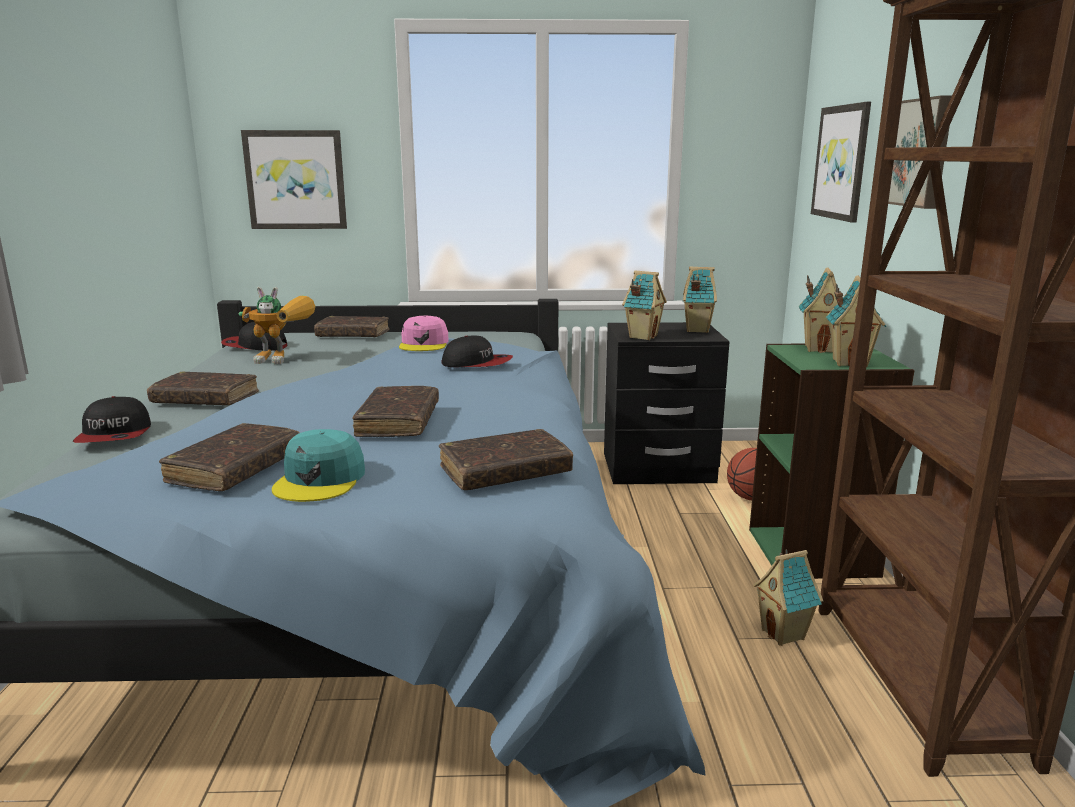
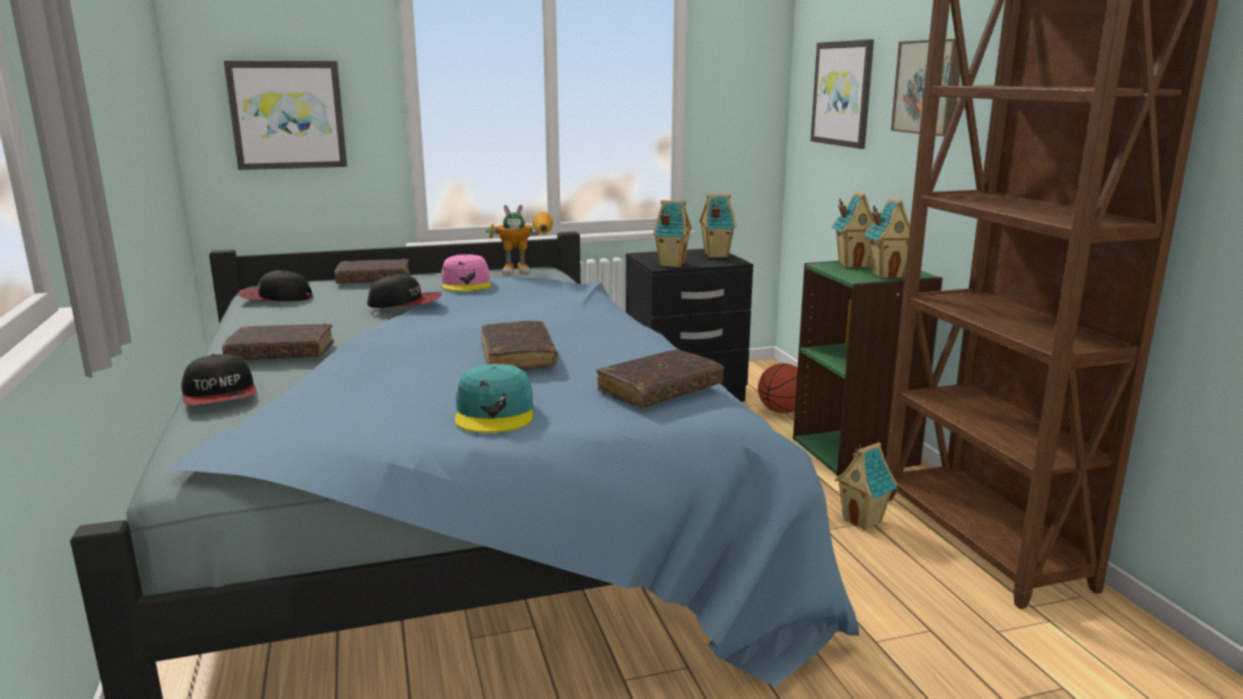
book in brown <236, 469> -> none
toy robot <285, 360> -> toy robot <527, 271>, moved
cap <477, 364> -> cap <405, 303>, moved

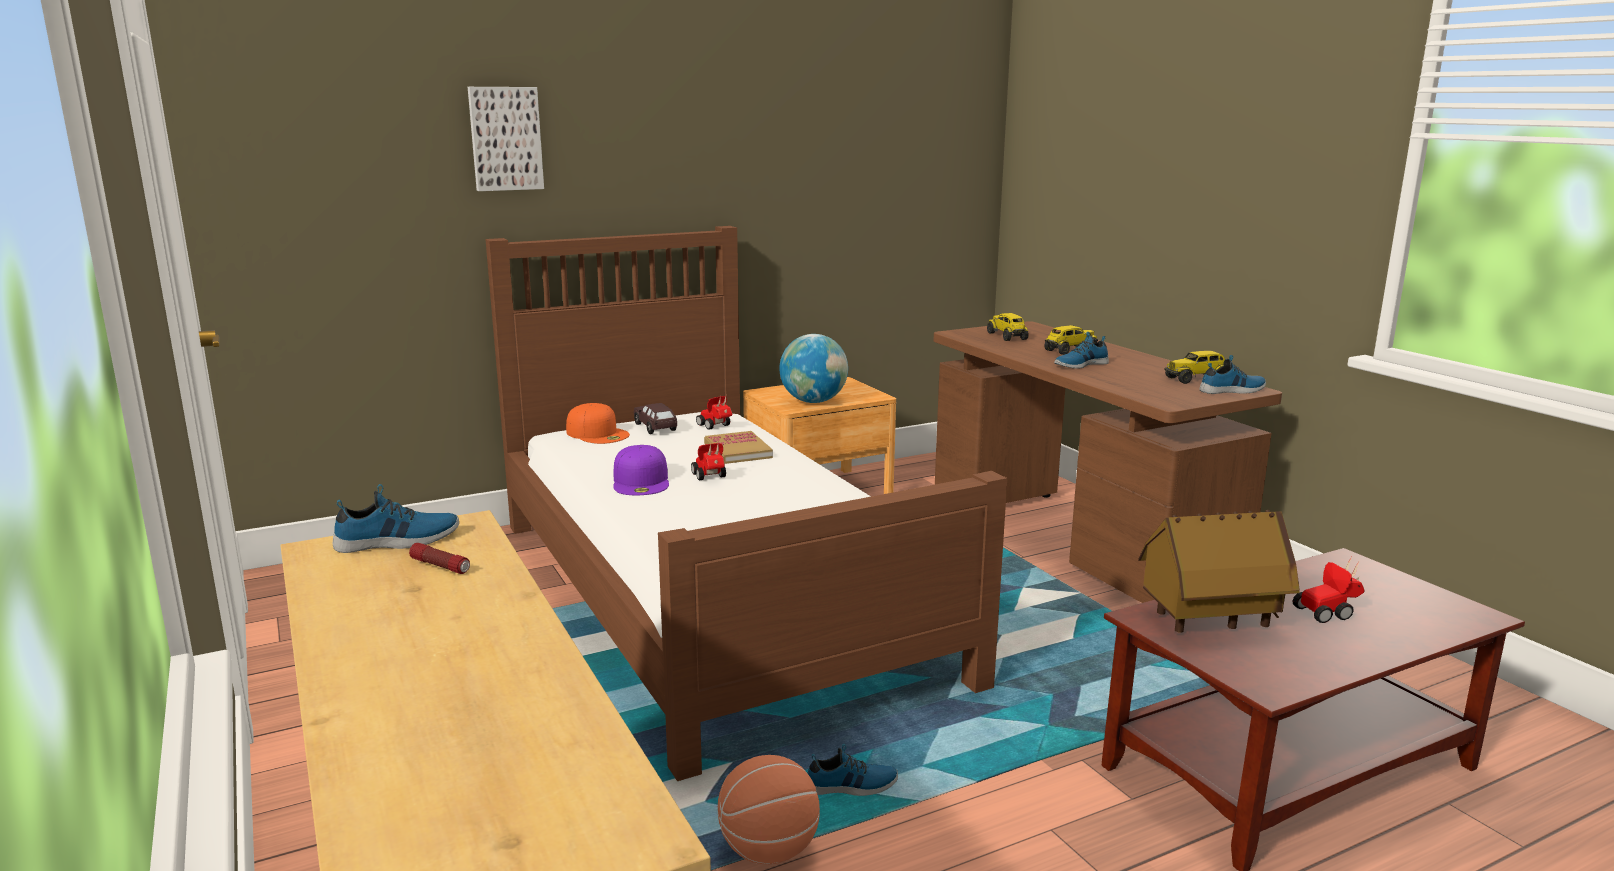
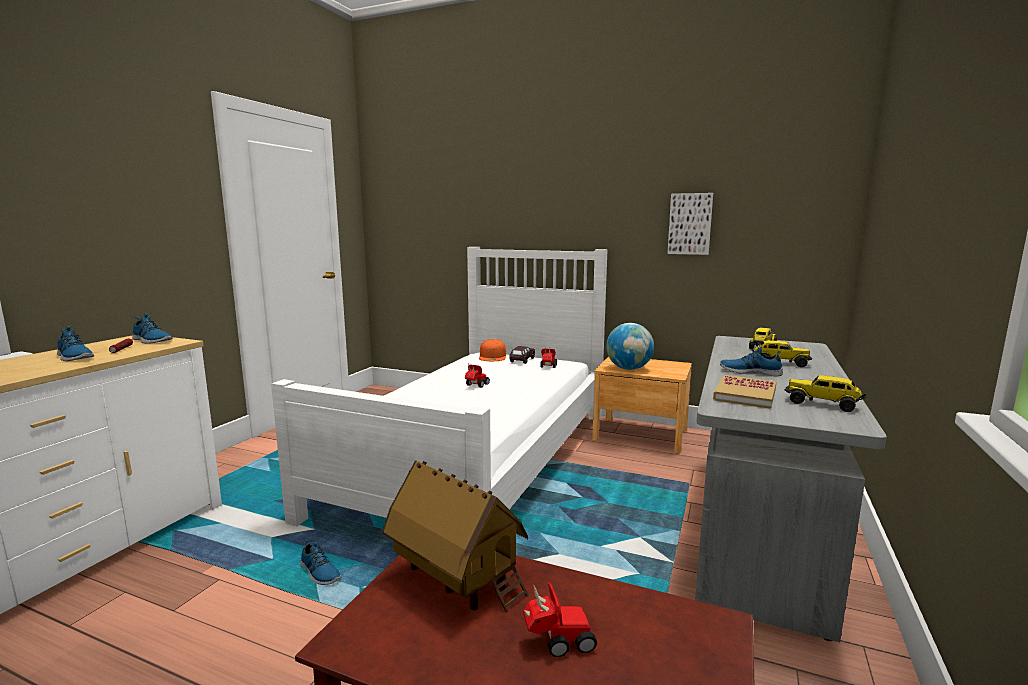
cap in purple <642, 481> -> none
basketball <768, 850> -> none
picture <505, 138> -> picture <690, 224>, moved
book <737, 451> -> book <745, 394>, moved
shoe <1233, 390> -> shoe <74, 357>, moved
bed in brown <713, 594> -> bed in white <478, 458>
desk in brown <1074, 536> -> desk in grey <759, 528>
toy car <1328, 612> -> toy car <557, 640>, 135 degrees clockwise

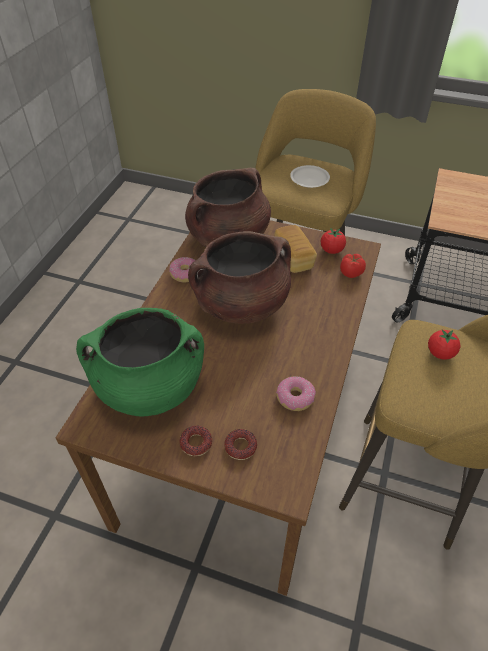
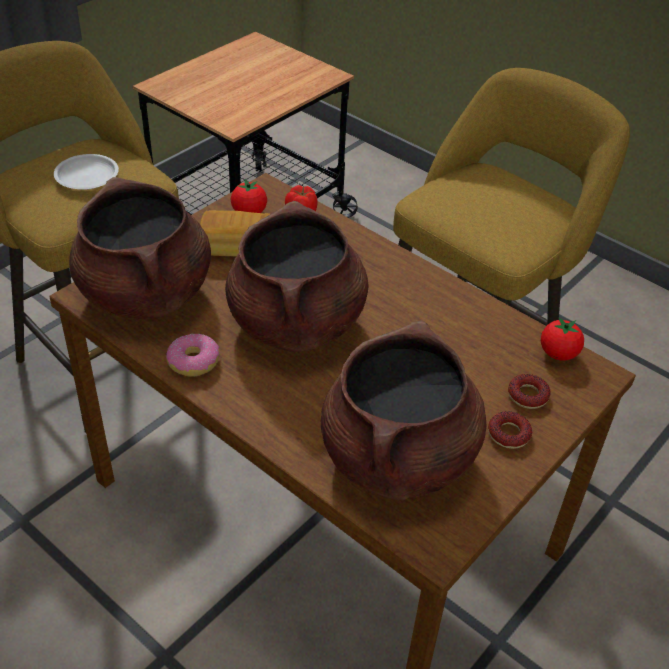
donut <295, 398> -> none
tomato <440, 353> -> tomato <558, 353>, moved
cooking pot in green <150, 387> -> cooking pot in brown <398, 457>

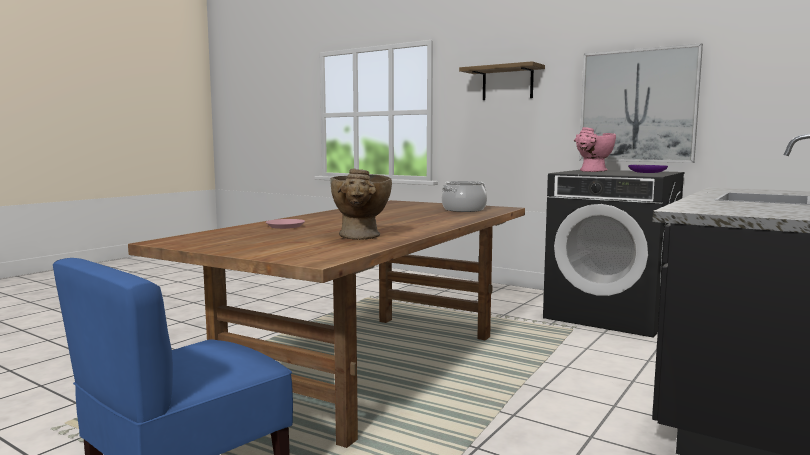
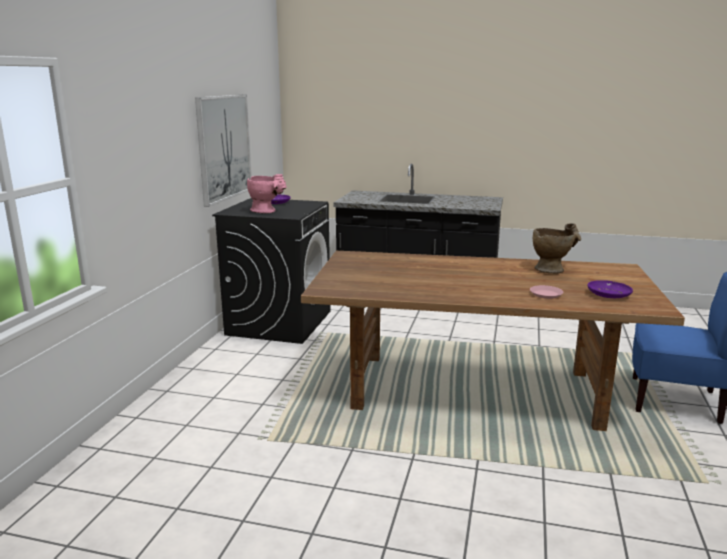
cooking pot <464, 210> -> none
shelf <507, 83> -> none
none -> plate in purple <608, 294>

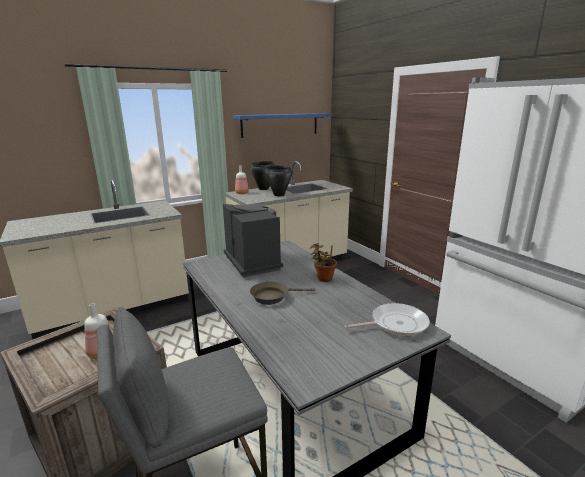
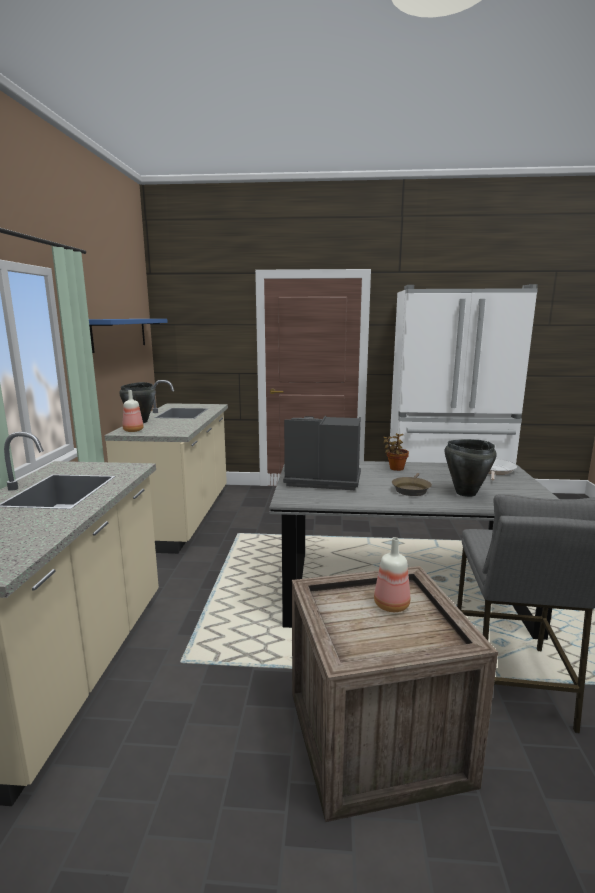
cooking pot in black <279, 195> -> cooking pot in black <465, 493>, moved

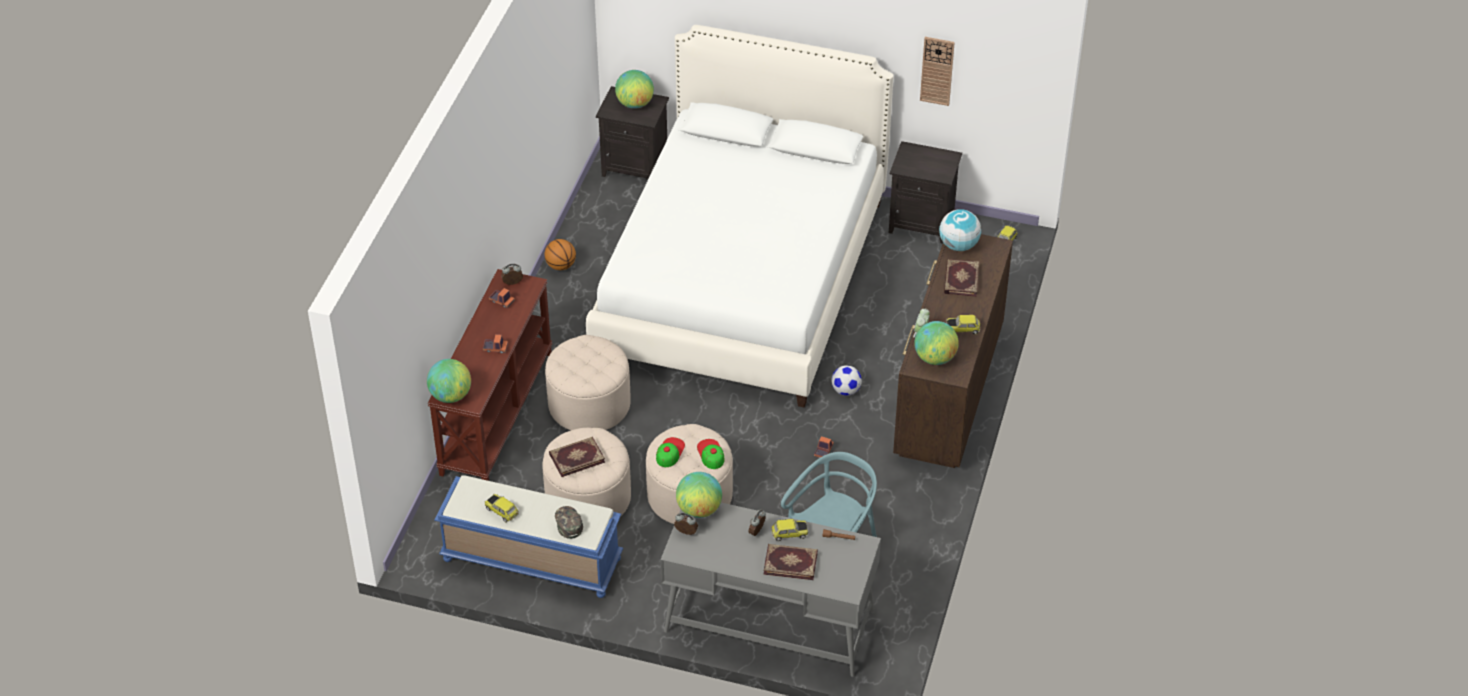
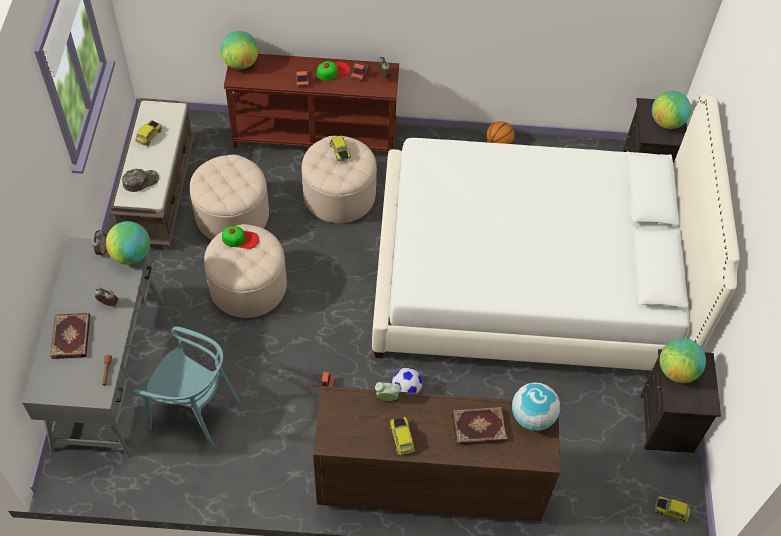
book <576, 457> -> none
wall clock <937, 70> -> none
cap <710, 454> -> cap <333, 71>, moved
toy car <789, 533> -> toy car <339, 151>, moved
globe <935, 358> -> globe <677, 371>, moved
bench in blue <530, 560> -> bench in brown <159, 191>

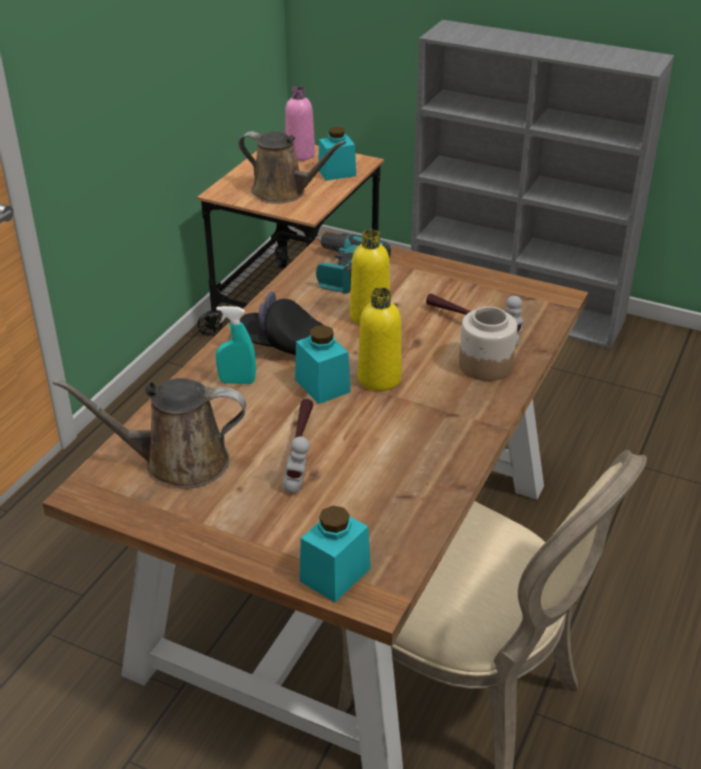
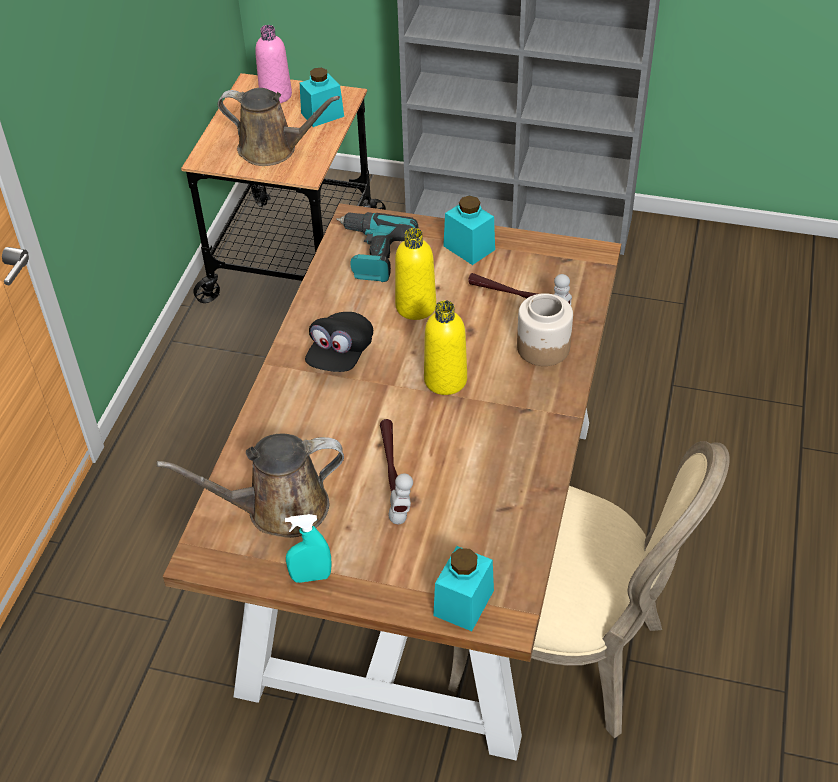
spray bottle in turquoise <237, 381> -> spray bottle in turquoise <311, 577>, moved
jar in turquoise <322, 386> -> jar in turquoise <469, 248>, moved
cap in black <283, 345> -> cap in black <340, 355>, 75 degrees counterclockwise

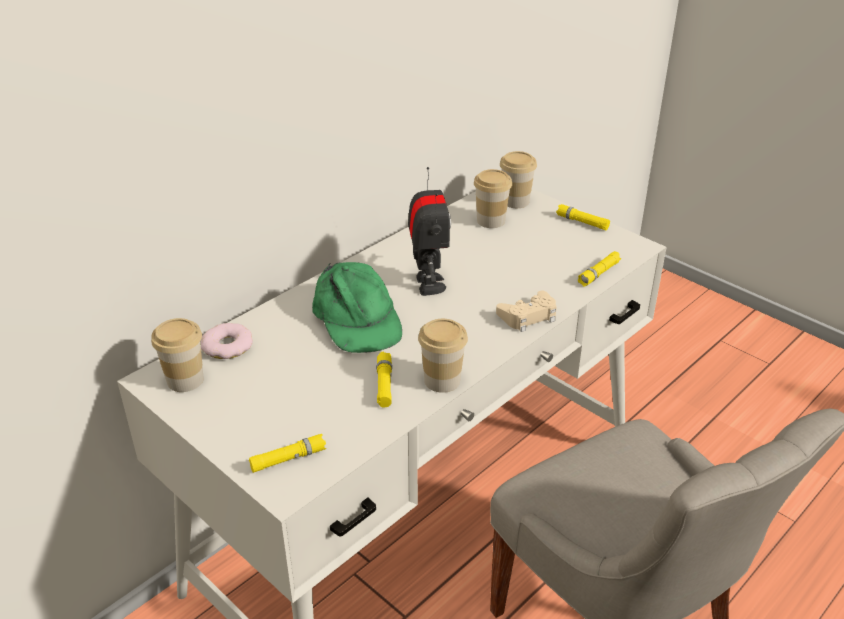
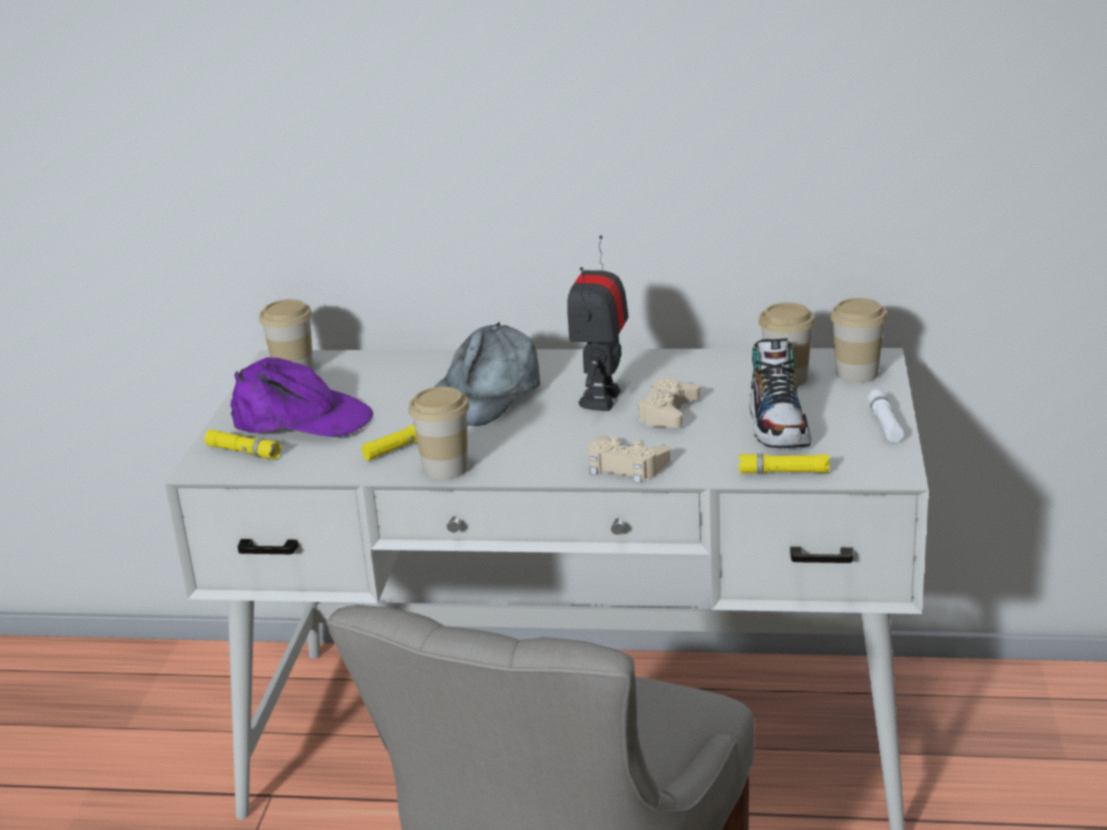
donut <228, 346> -> none
none -> cap in purple <301, 419>
none -> game controller in beige <668, 413>
none -> shoe <778, 425>
cap in green <356, 319> -> cap in grey <485, 394>
flashlight in yellow <582, 222> -> flashlight in white <884, 423>
toy robot <429, 284> -> toy robot <601, 399>, 150 degrees clockwise

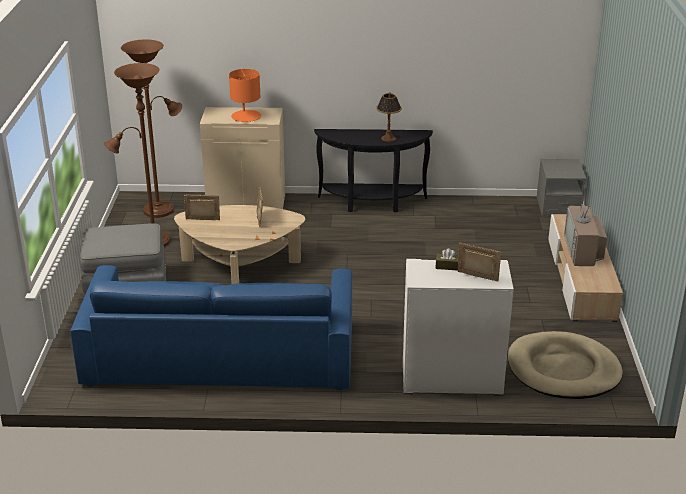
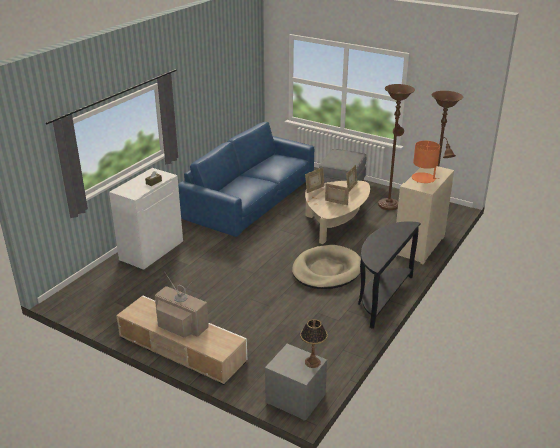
table lamp <388, 138> -> table lamp <312, 362>, moved
picture frame <477, 278> -> picture frame <314, 189>, moved
dog bed in beige <563, 370> -> dog bed in beige <326, 270>, moved

